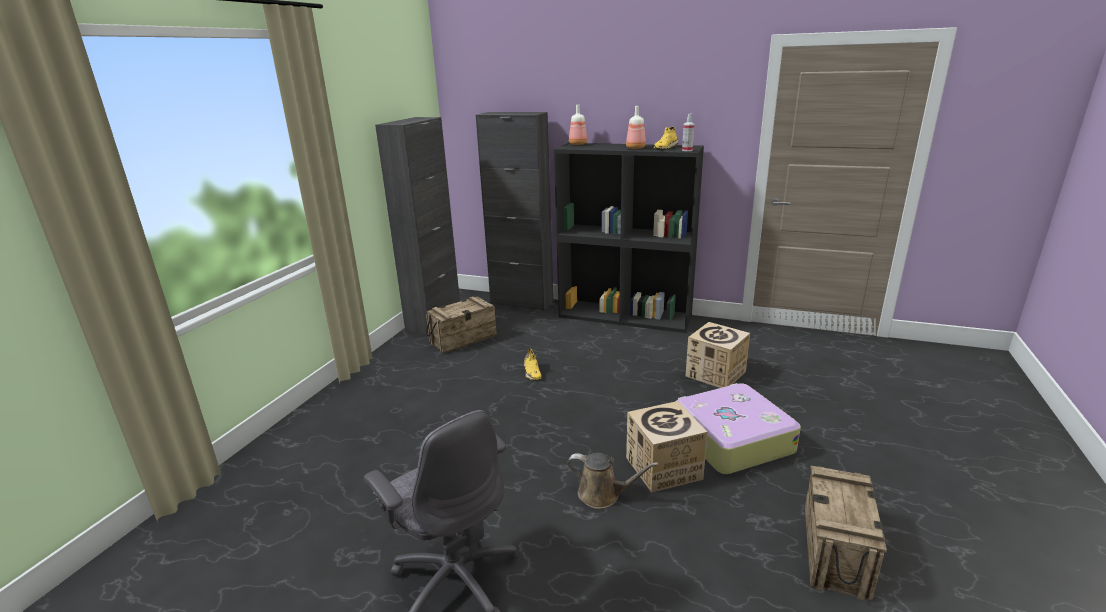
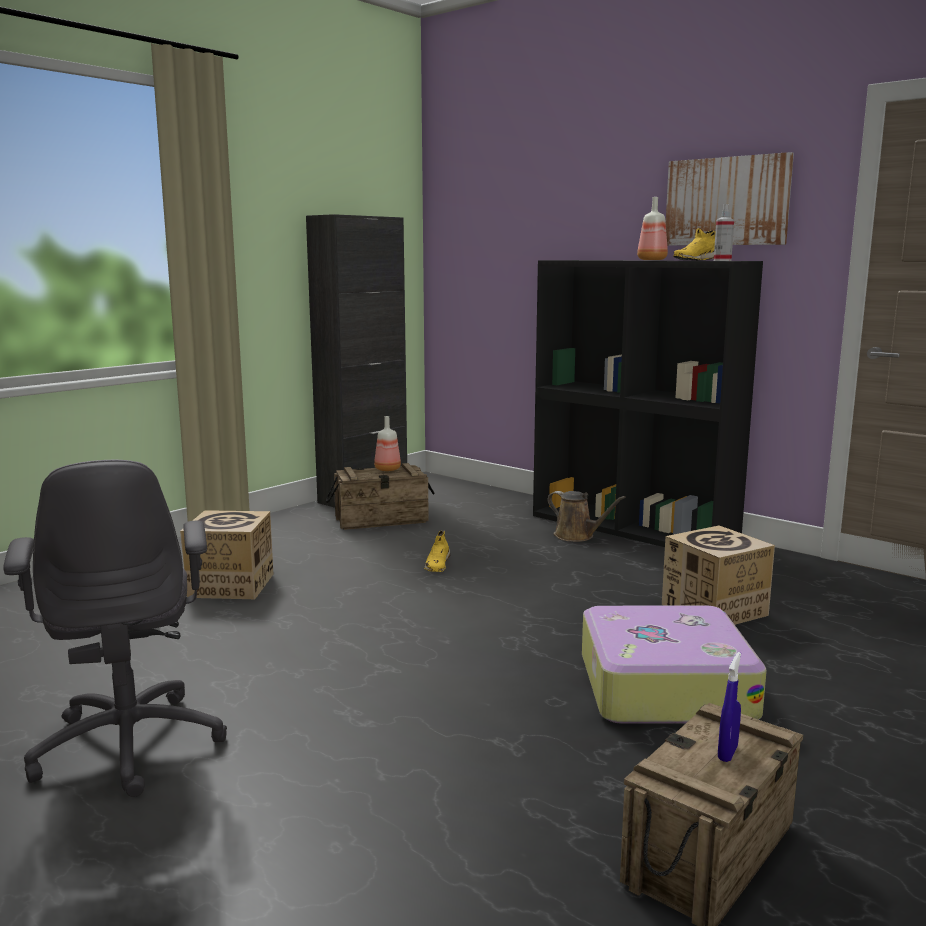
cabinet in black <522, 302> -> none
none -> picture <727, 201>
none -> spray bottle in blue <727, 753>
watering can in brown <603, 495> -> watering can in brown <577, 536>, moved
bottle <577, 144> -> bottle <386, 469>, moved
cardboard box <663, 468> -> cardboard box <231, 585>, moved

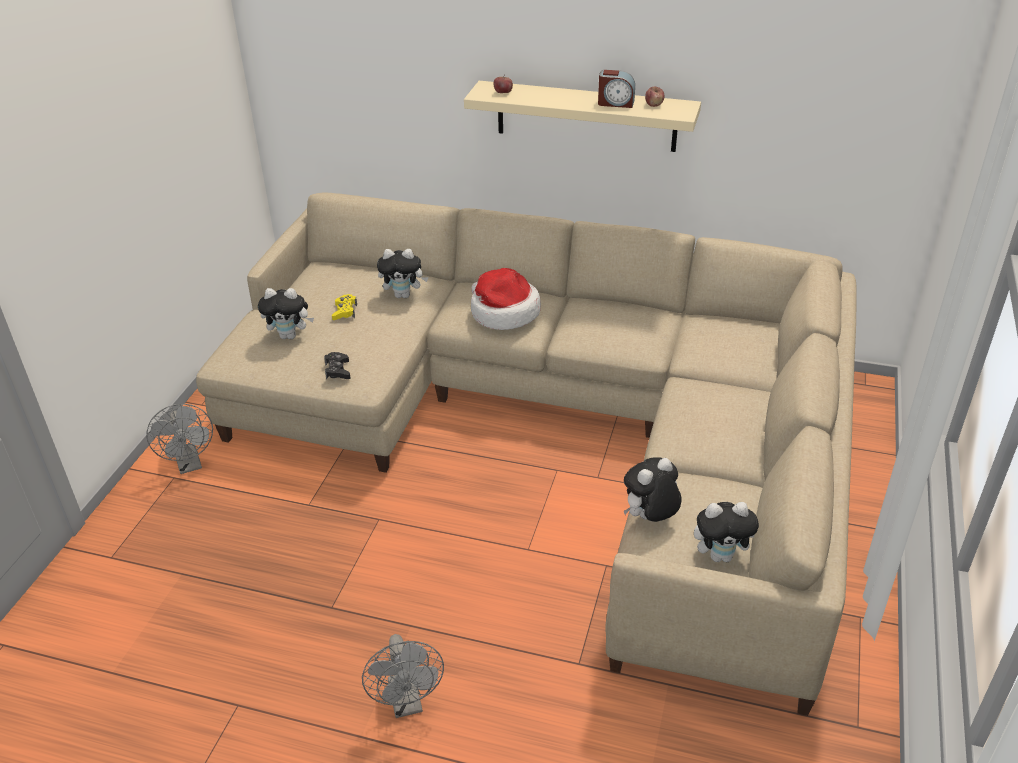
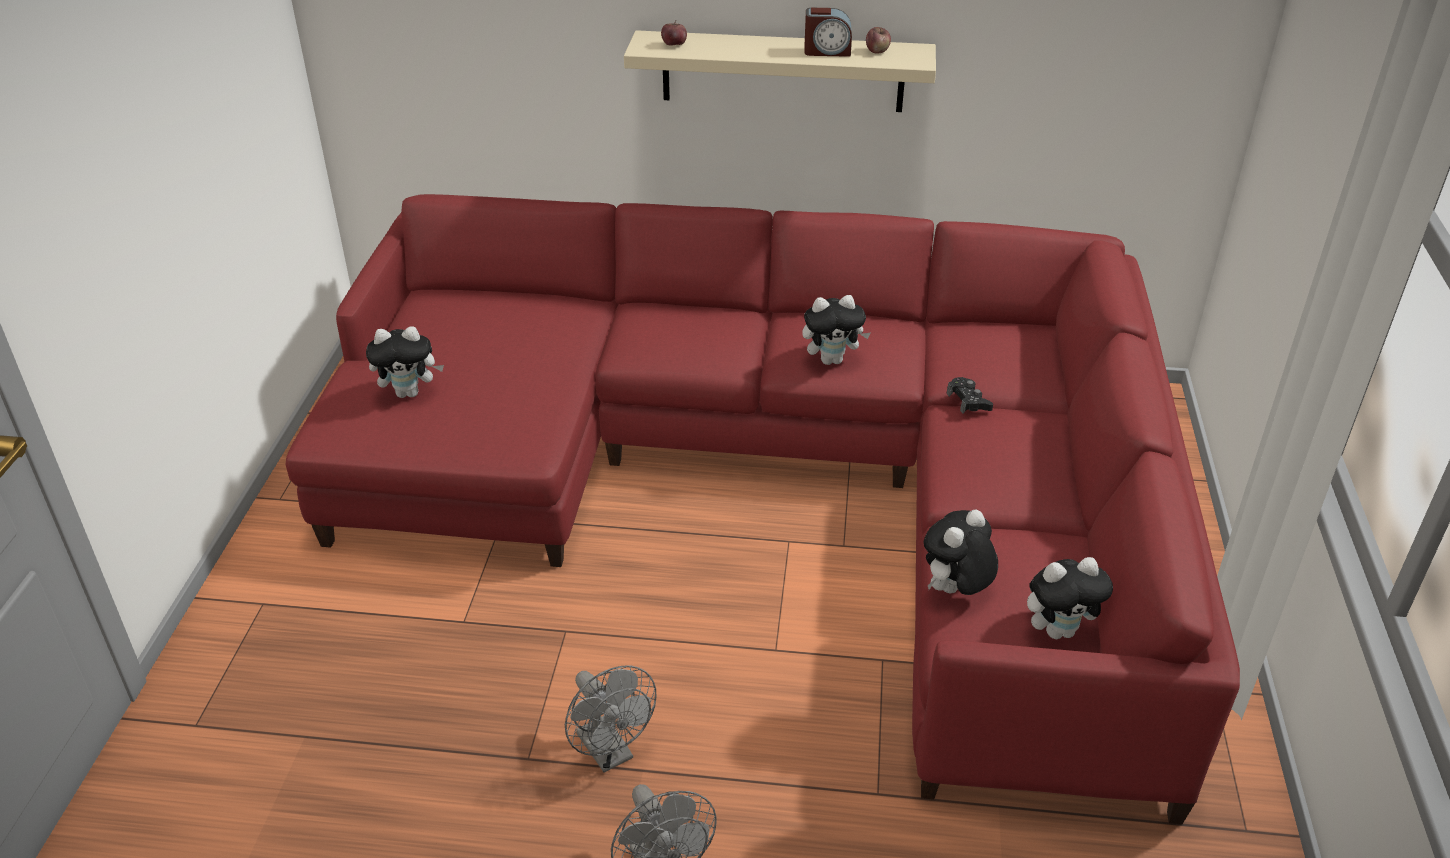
game controller in yellow <345, 311> -> none
hat <503, 312> -> none
fan in grey <190, 464> -> fan in grey <610, 753>, moved
game controller in black <337, 370> -> game controller in black <968, 401>, moved
plush toy <404, 295> -> plush toy <832, 360>, moved
sofa in beige <558, 427> -> sofa in red <777, 485>

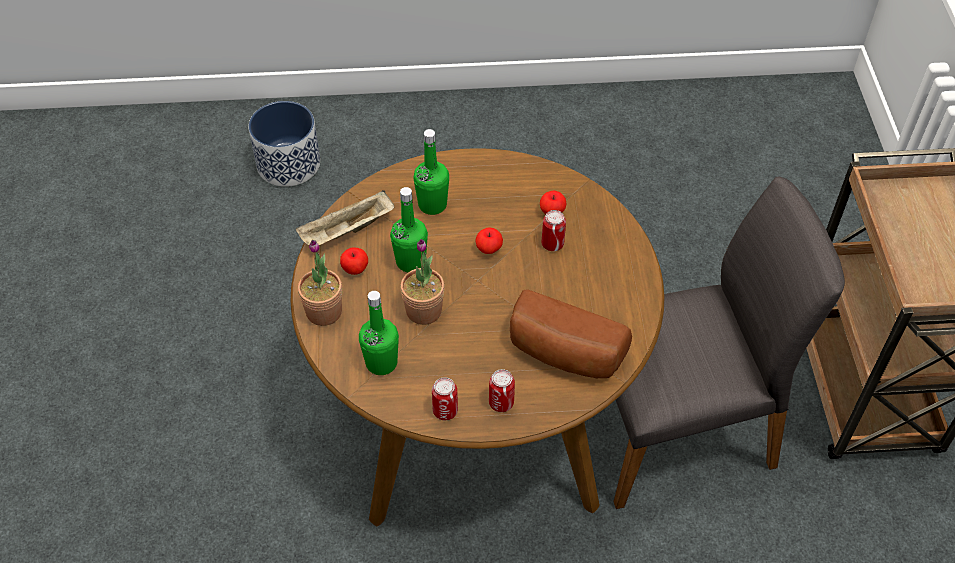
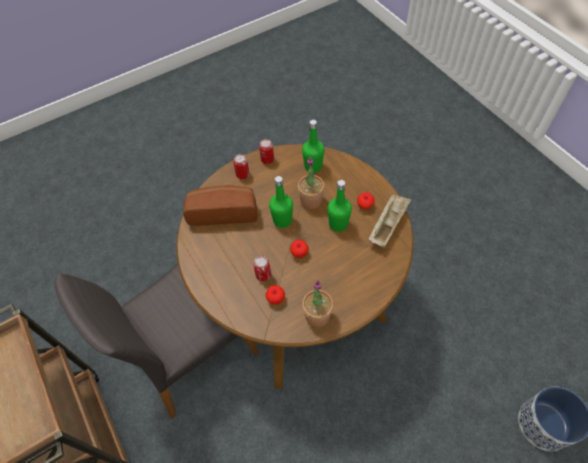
potted plant <324, 312> -> potted plant <317, 315>, moved
bottle in green <432, 205> -> bottle in green <282, 220>, moved

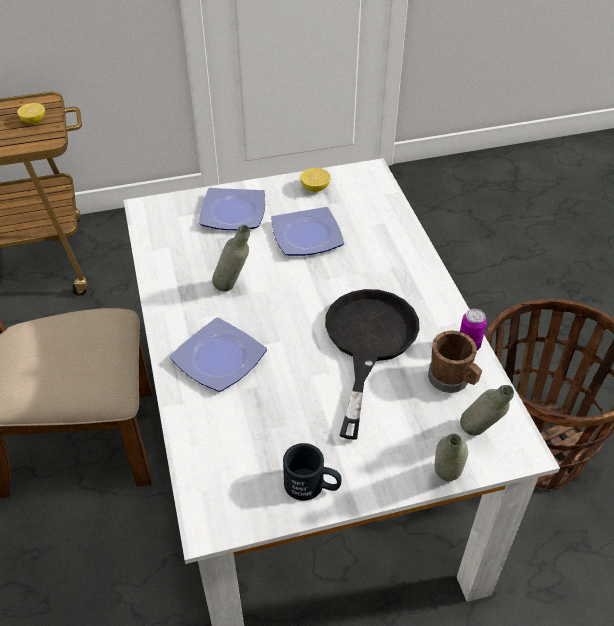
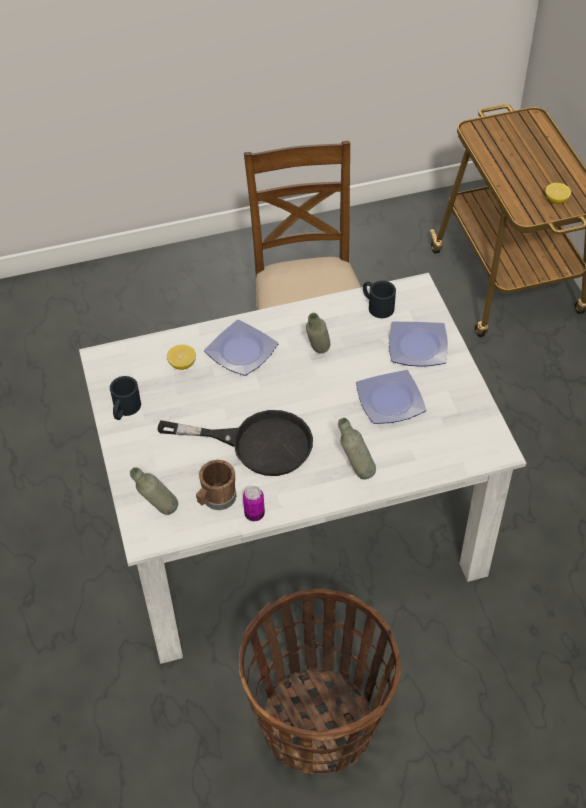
none -> mug in black <377, 306>
lemon <315, 188> -> lemon <182, 364>, moved
bottle in grey <444, 483> -> bottle in grey <356, 471>, moved

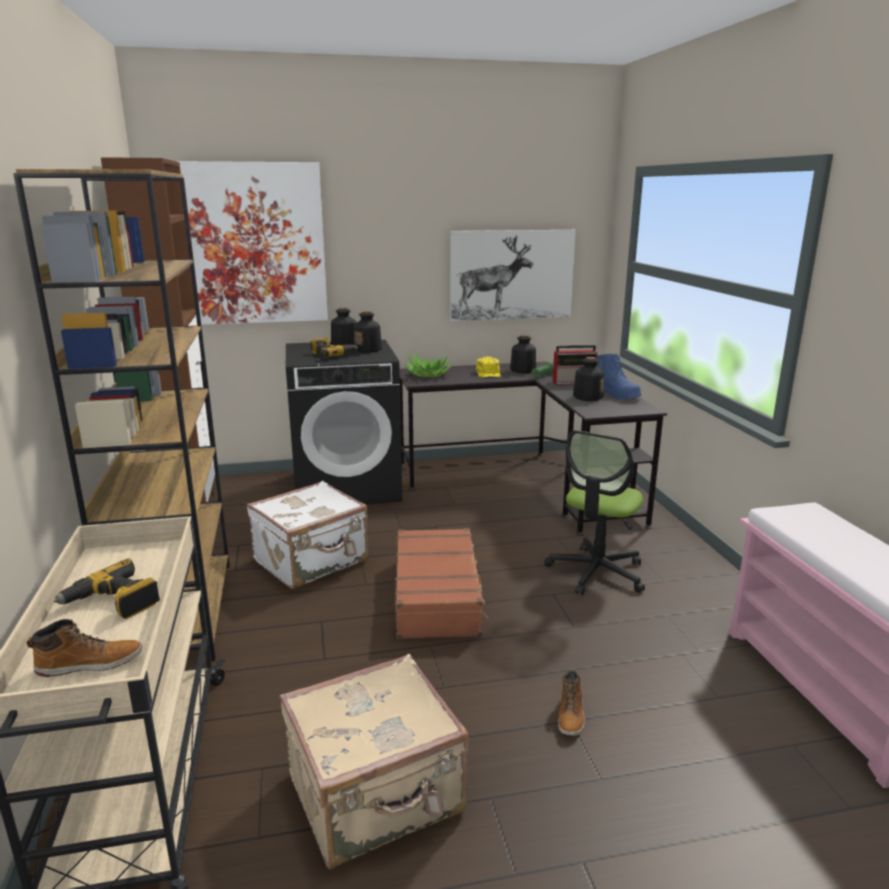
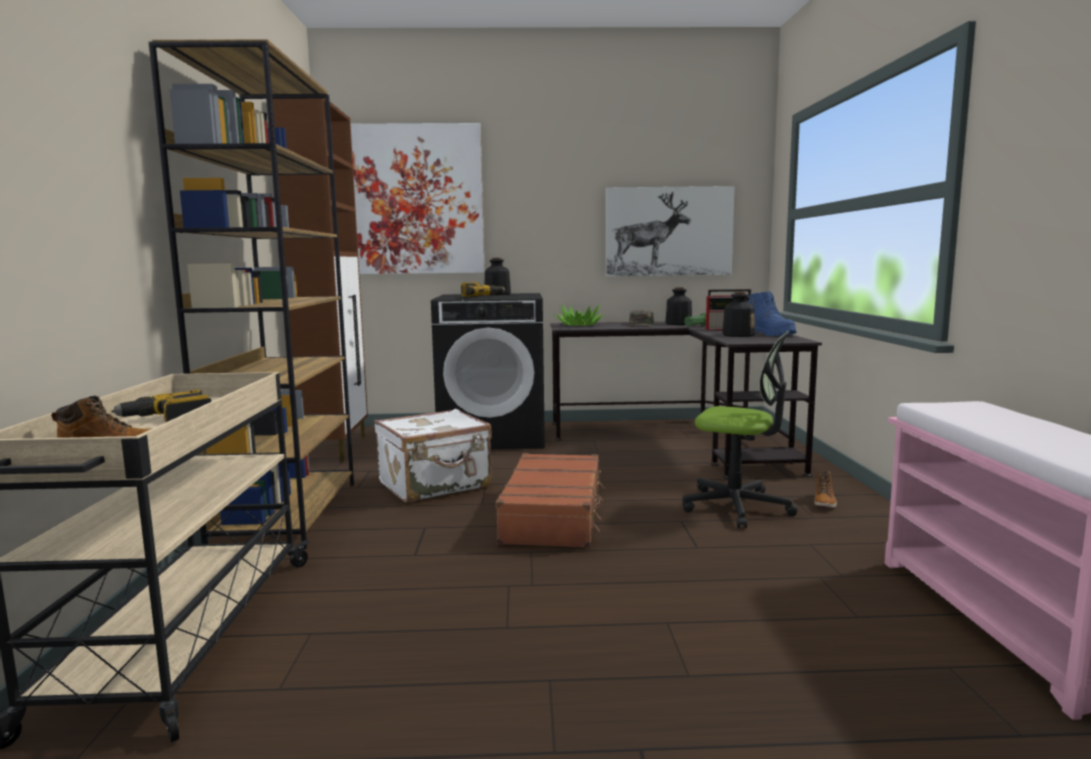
suitcase in beige <377, 796> -> none
bottle <368, 349> -> none
boot <571, 716> -> boot <824, 502>, moved
cap in yellow <489, 373> -> cap in green <642, 325>
office chair <596, 572> -> office chair <737, 507>, 105 degrees counterclockwise

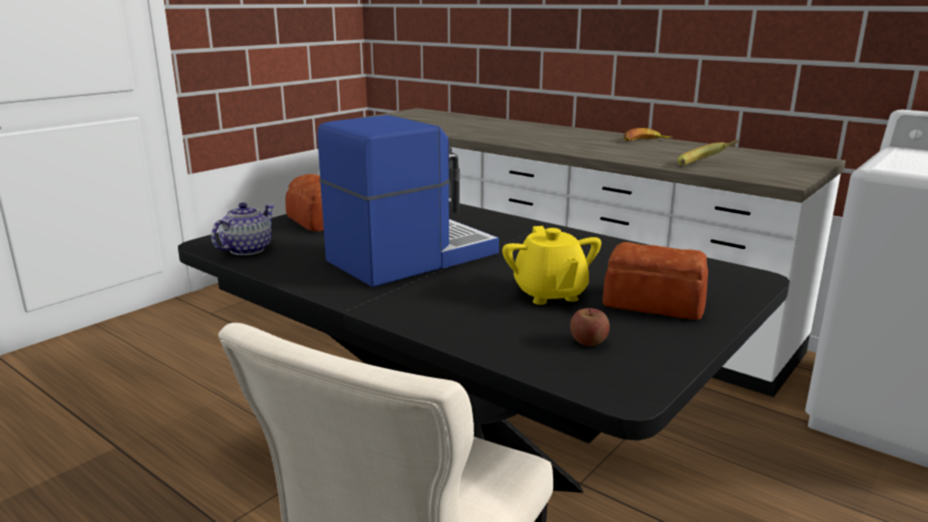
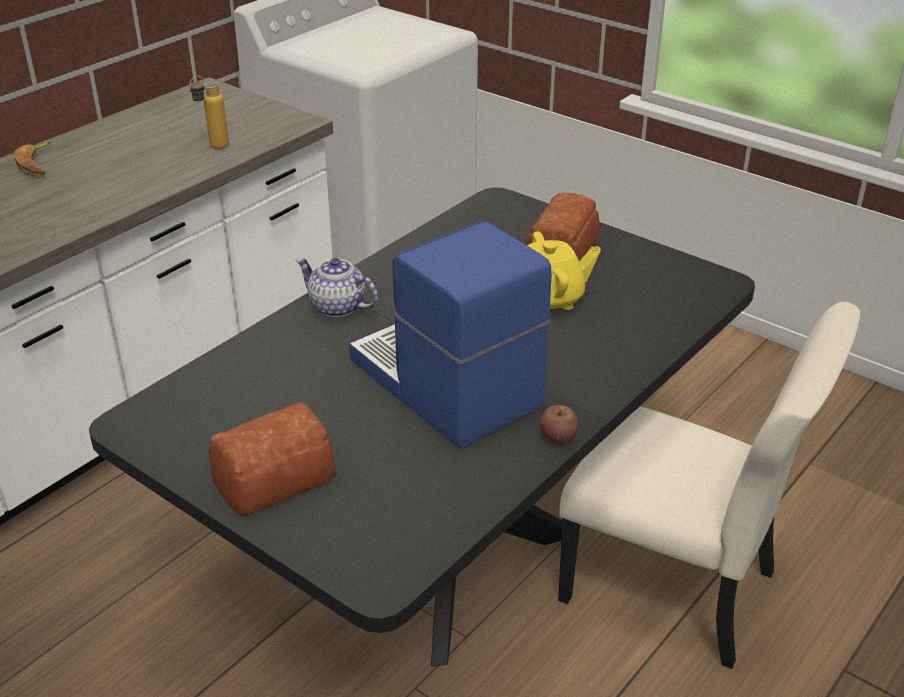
teapot <246, 250> -> teapot <338, 307>, moved
apple <588, 341> -> apple <558, 436>, moved
banana <706, 166> -> bottle <213, 148>

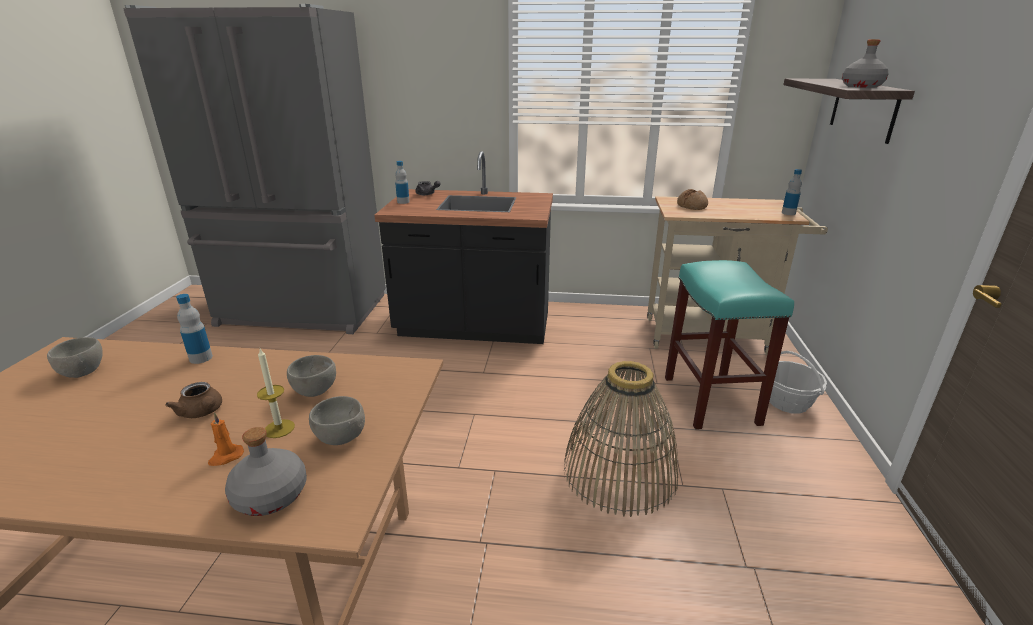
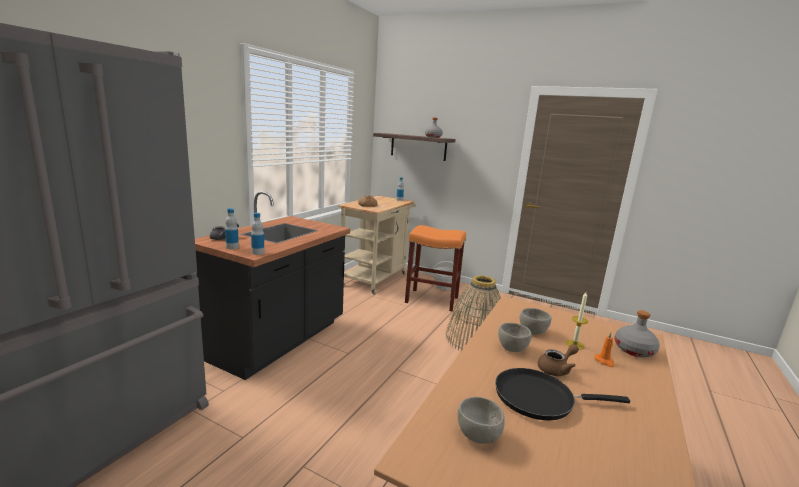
none -> frying pan in black <539, 398>
bottle <201, 358> -> bottle <258, 252>, moved
bowl in grey <341, 438> -> bowl in grey <513, 348>, moved
stool in turquoise <712, 401> -> stool in orange <432, 300>

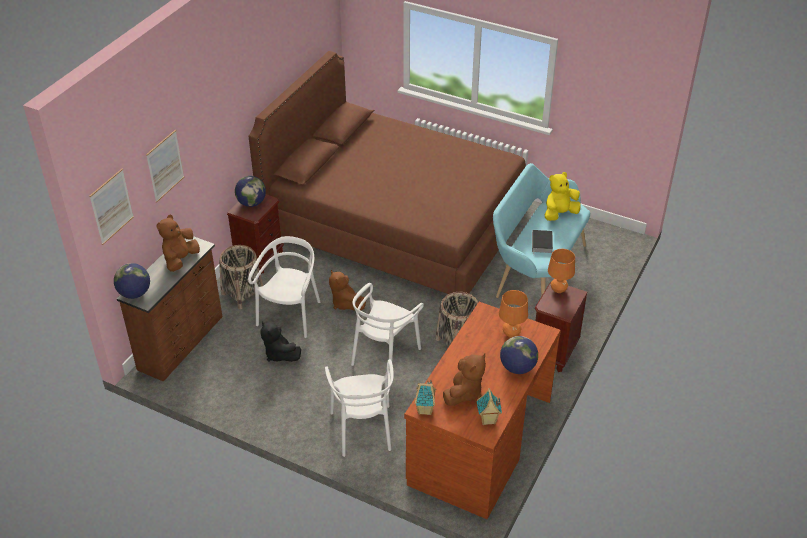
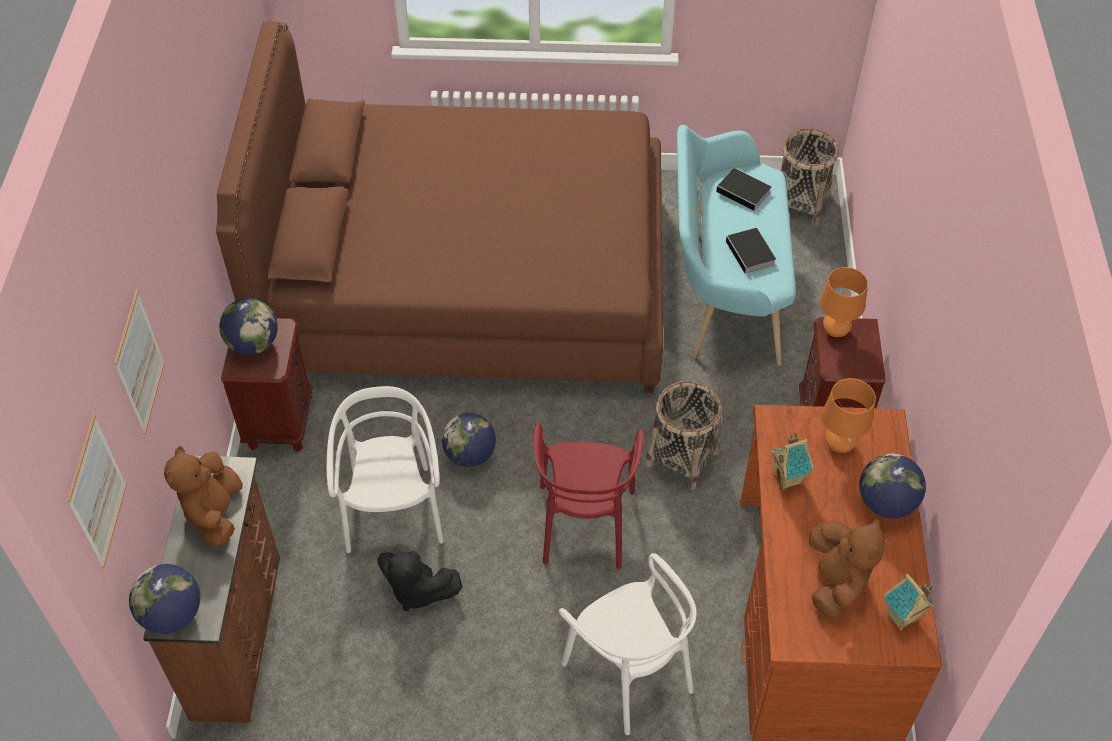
basket <243, 294> -> basket <800, 203>, moved
toy house <425, 410> -> toy house <788, 478>, moved
plush toy in brown <345, 303> -> globe <470, 455>
plush toy in yellow <559, 214> -> book <745, 192>
chair in white <384, 355> -> chair in red <584, 524>

